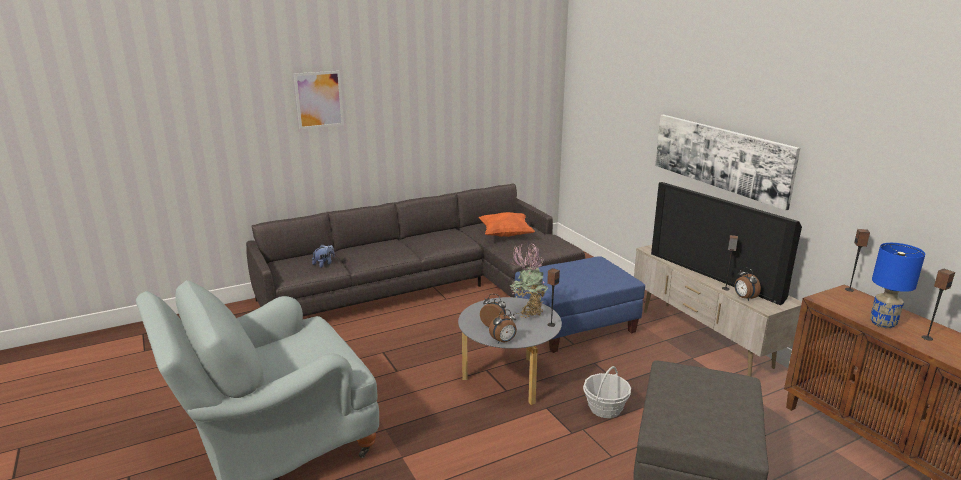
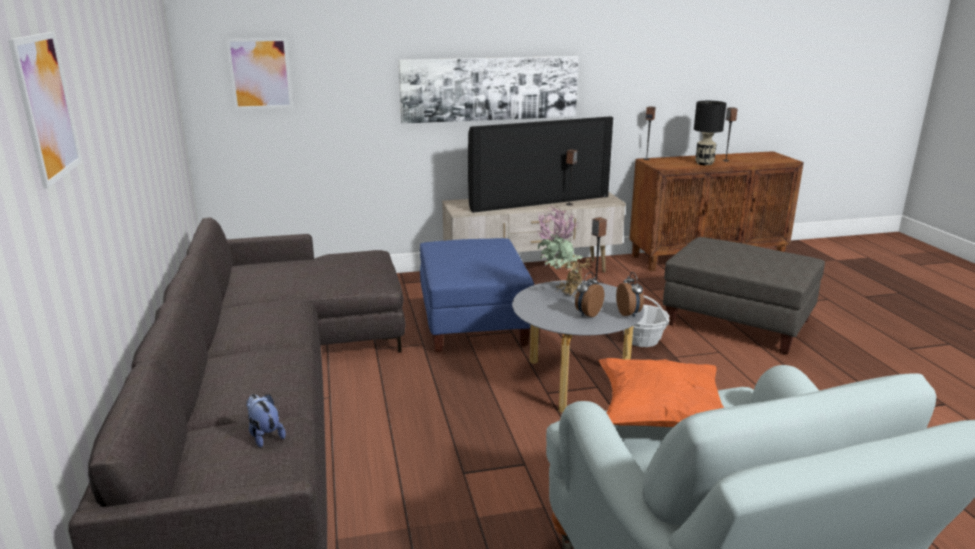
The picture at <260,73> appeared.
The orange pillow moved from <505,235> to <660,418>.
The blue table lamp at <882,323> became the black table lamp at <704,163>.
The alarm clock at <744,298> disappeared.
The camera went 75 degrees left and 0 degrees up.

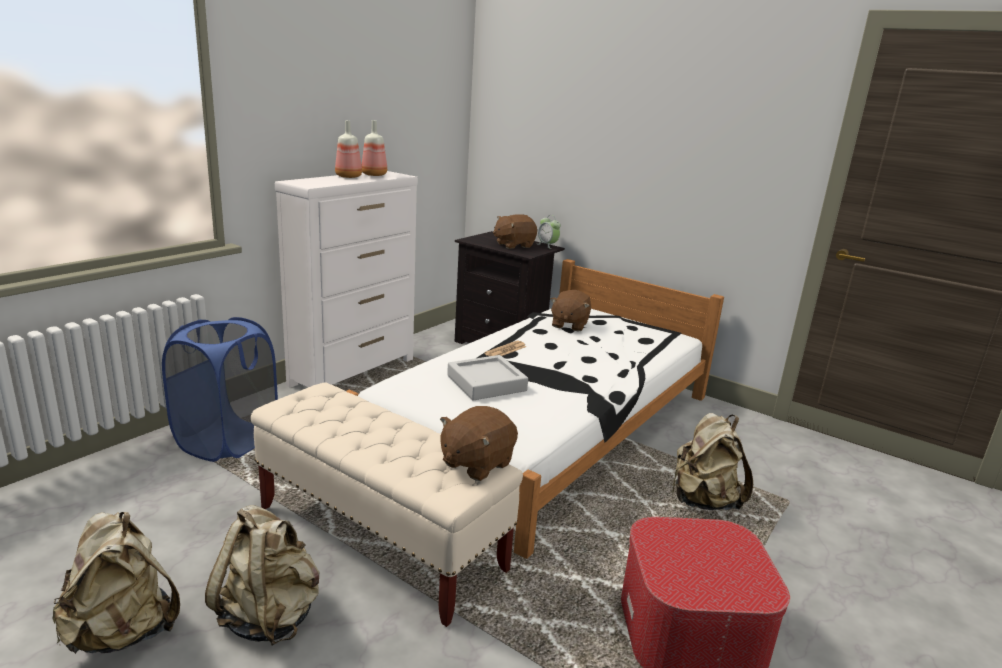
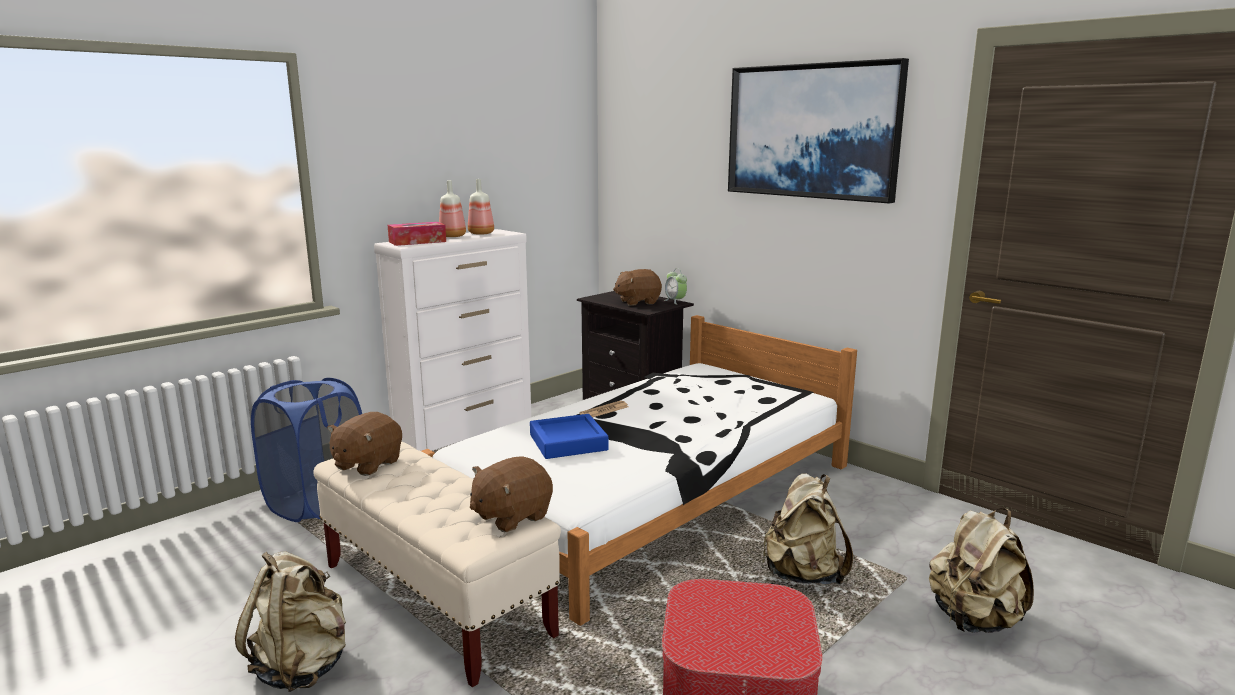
The brown plush toy moved from <569,325> to <367,464>.
The tissue box at <417,242> appeared.
The grey tray at <486,383> became the blue tray at <568,442>.
The picture at <812,131> appeared.
The beige backpack moved from <123,632> to <974,620>.
The camera went 10 degrees right and 5 degrees down.

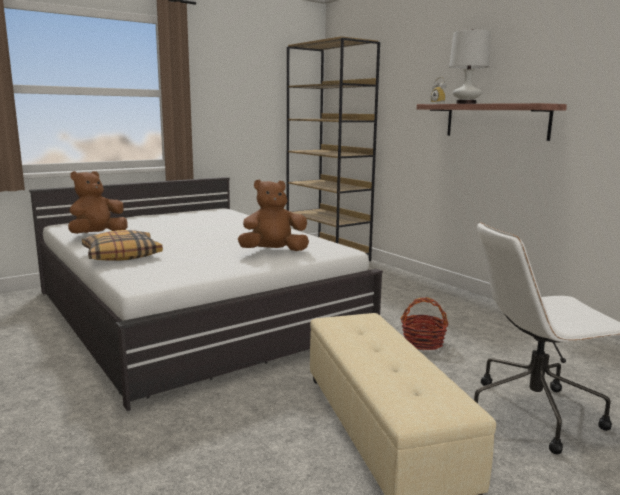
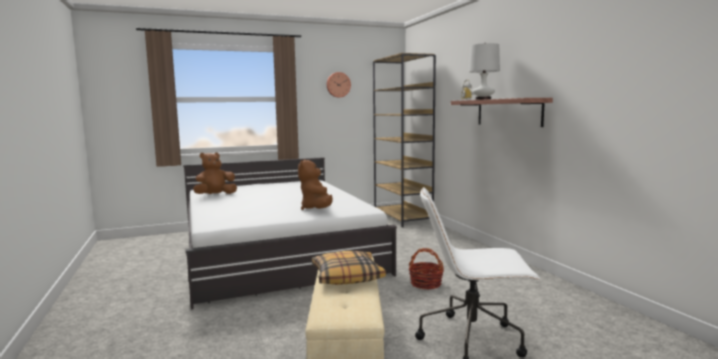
The brown plush toy at <273,251> turned 90 degrees counterclockwise.
The pillow moved from <122,255> to <347,276>.
The wall clock at <338,85> appeared.
The camera went 15 degrees right and 5 degrees down.

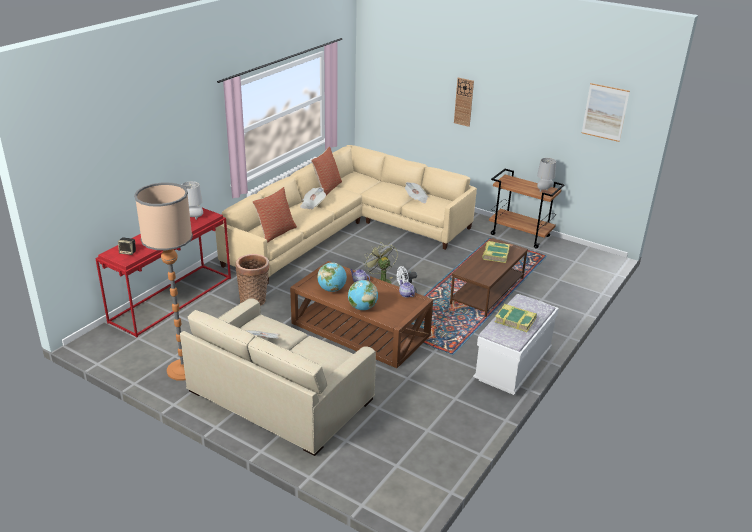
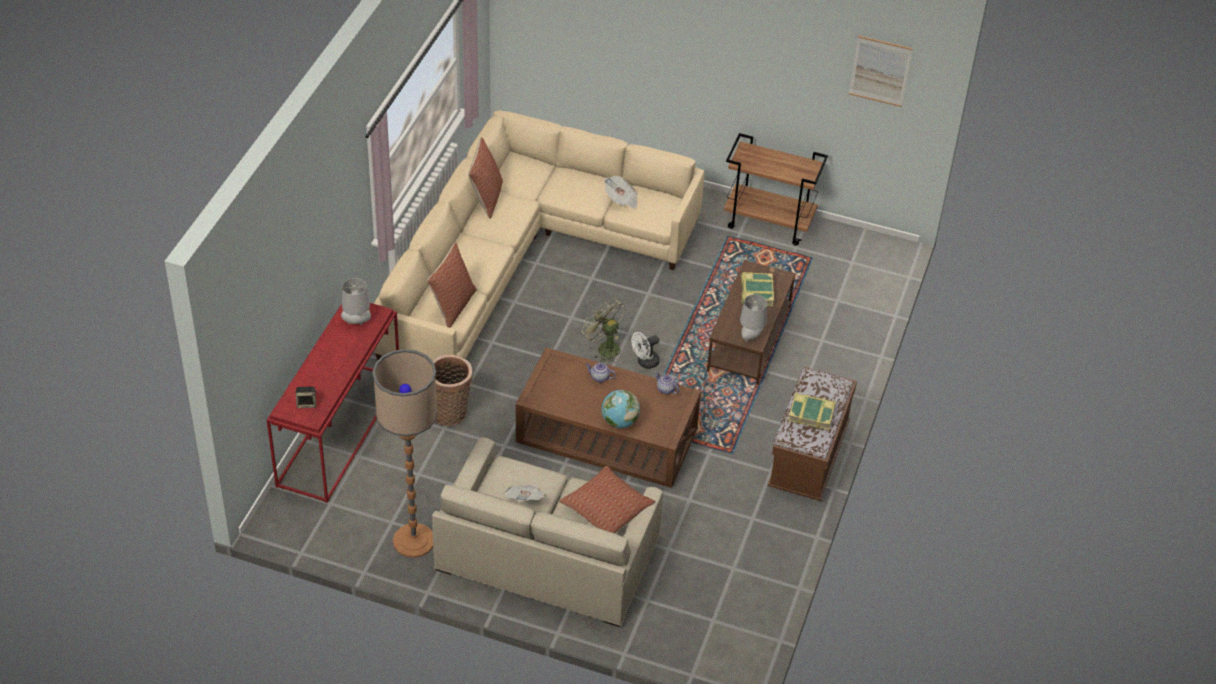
The pillow at <606,509> appeared.
The grey table lamp moved from <543,190> to <751,336>.
The white bench at <513,366> became the brown bench at <808,458>.
The newspaper at <312,205> disappeared.
The globe at <332,289> disappeared.
The wall clock at <464,102> disappeared.
The camera went 15 degrees left and 15 degrees up.

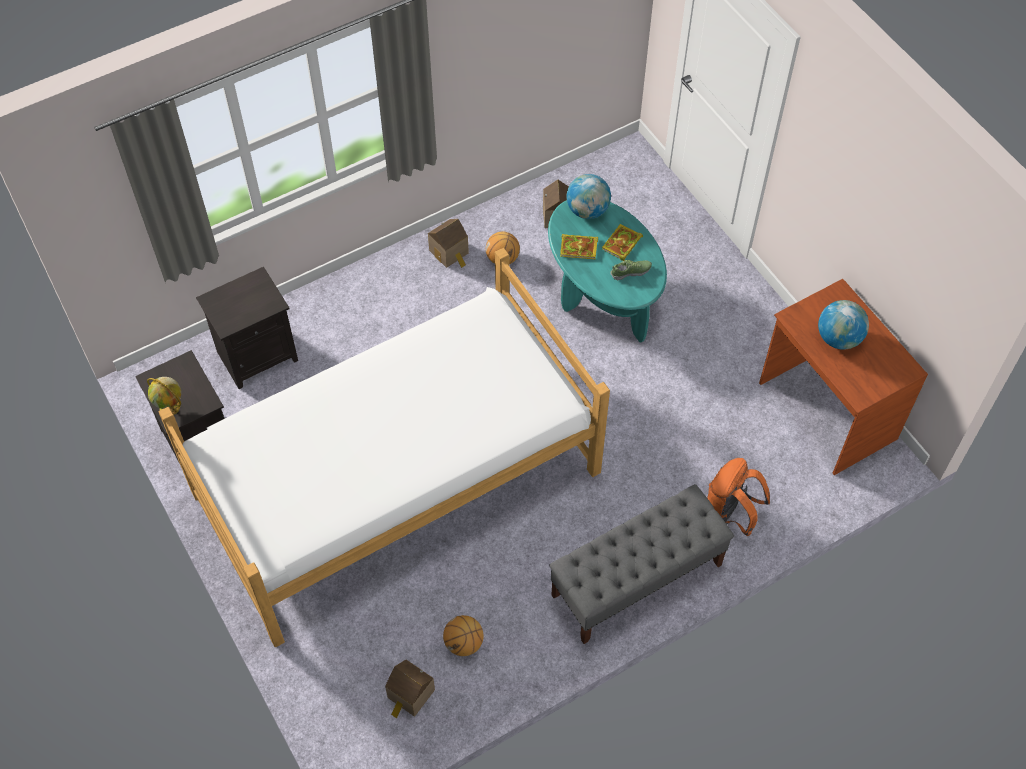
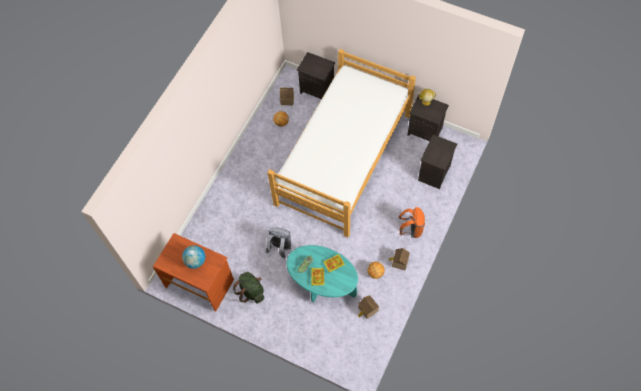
The green backpack at <251,291> appeared.
The grey backpack at <280,248> appeared.
The black nightstand at <317,89> appeared.
The orange backpack moved from <729,515> to <411,229>.
The grey bench at <636,580> disappeared.
The globe at <587,210> disappeared.
The camera went 150 degrees right and 5 degrees up.

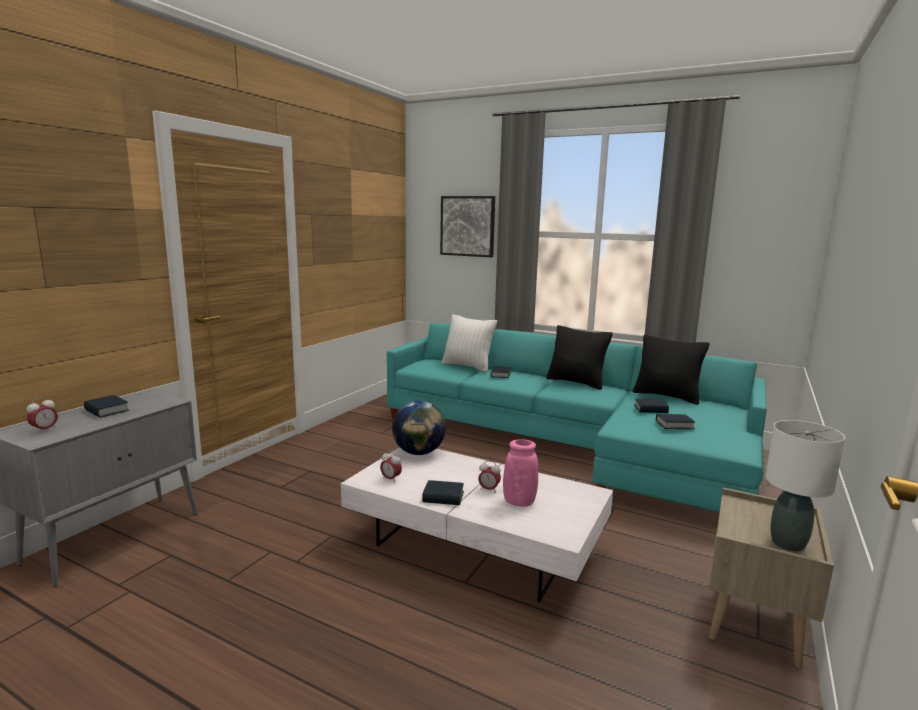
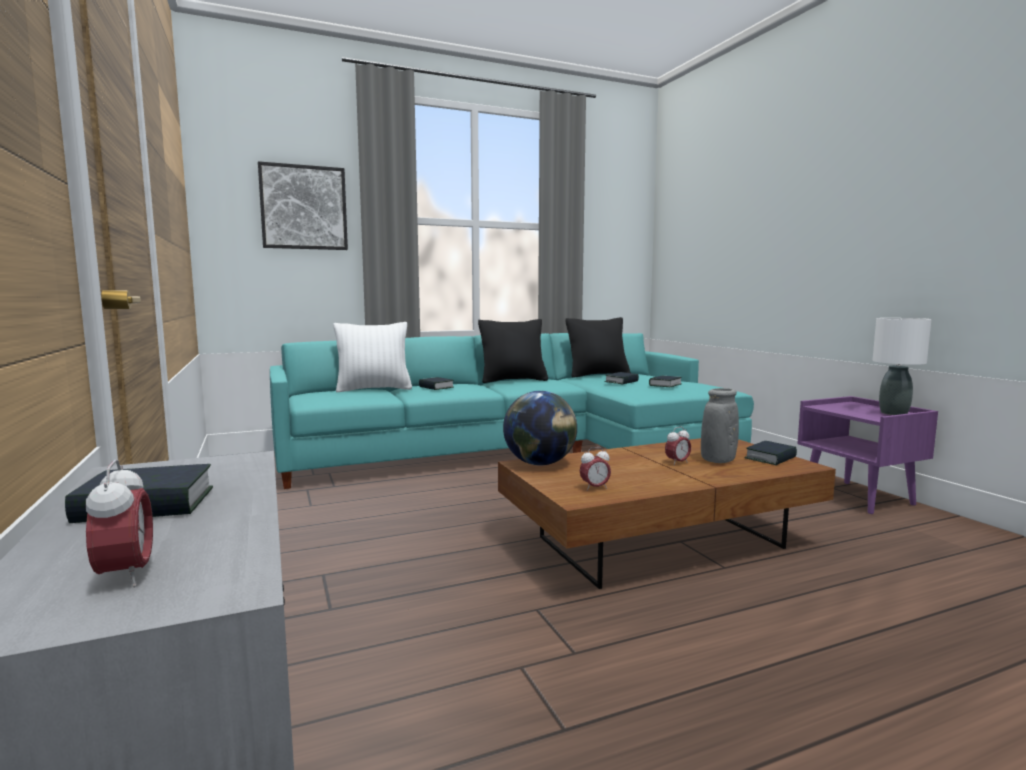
The white coffee table at <475,546> became the brown coffee table at <660,542>.
The pink vase at <519,502> became the grey vase at <717,460>.
The book moved from <443,497> to <770,458>.
The beige nightstand at <755,624> became the purple nightstand at <859,497>.
The camera went 50 degrees left and 5 degrees down.

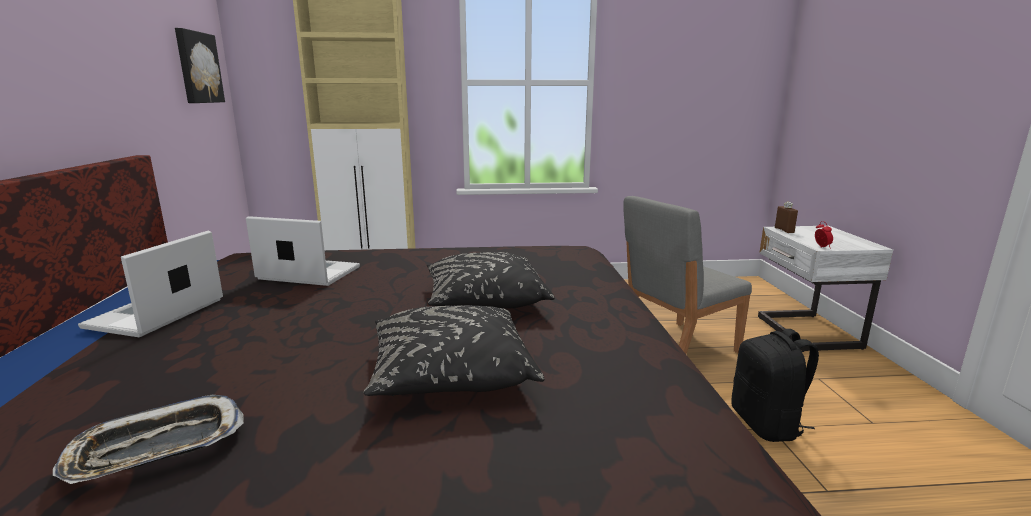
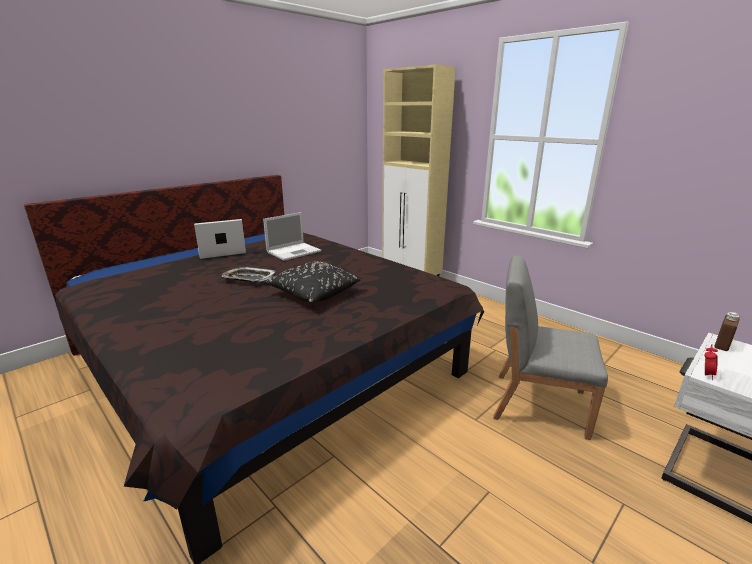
The tray moved from <156,447> to <249,278>.
The laptop at <307,273> turned 75 degrees clockwise.
The picture at <198,67> disappeared.
The black pillow at <450,374> disappeared.
The black backpack at <767,424> disappeared.
The camera went 50 degrees right and 5 degrees up.

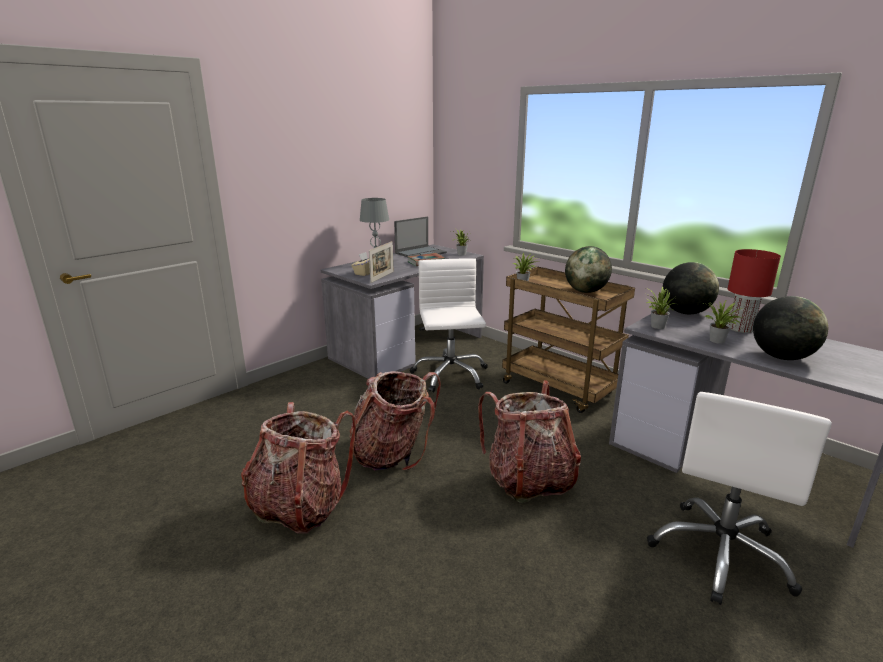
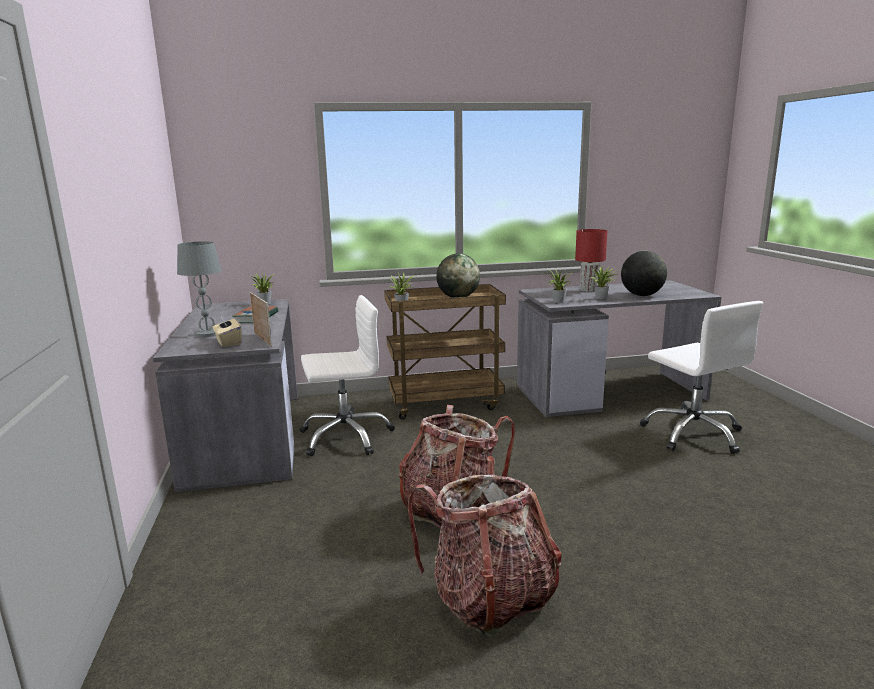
The white office chair at <450,375> turned 135 degrees clockwise.
The laptop at <421,253> disappeared.
The backpack at <529,480> disappeared.
The globe at <685,313> disappeared.
The camera went 55 degrees left and 5 degrees down.

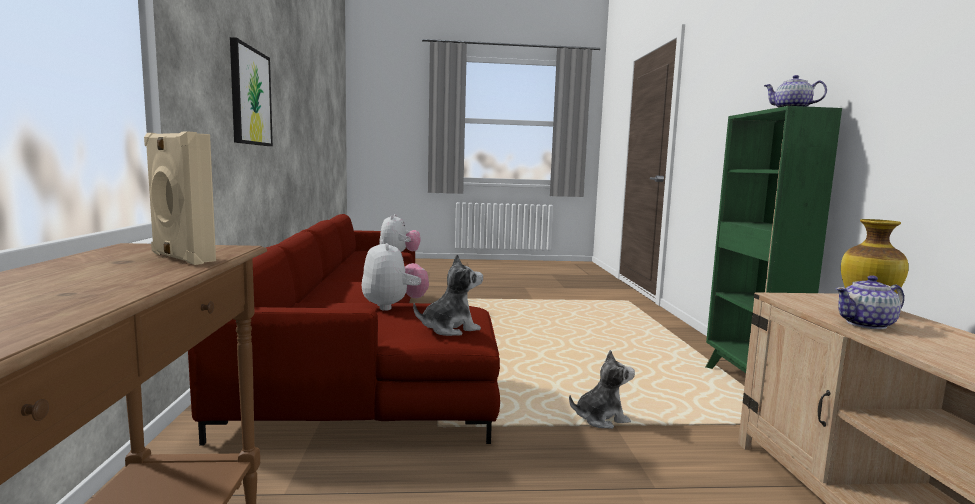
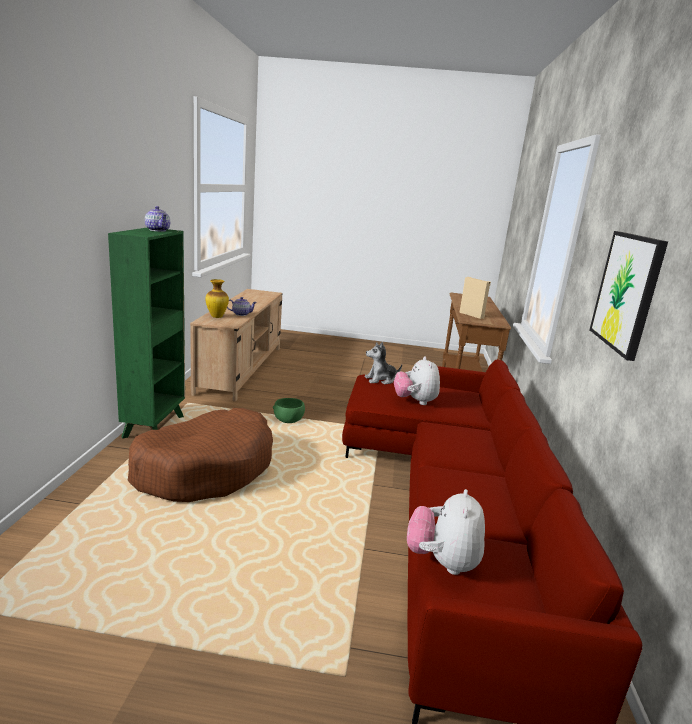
The brown dog bed at <205,468> appeared.
The plush toy at <601,418> was replaced by the green bowl at <288,421>.
The camera went 170 degrees left and 10 degrees up.

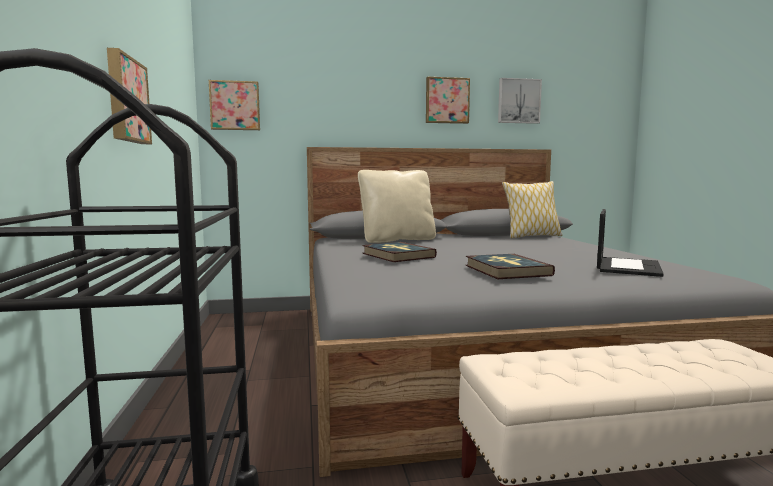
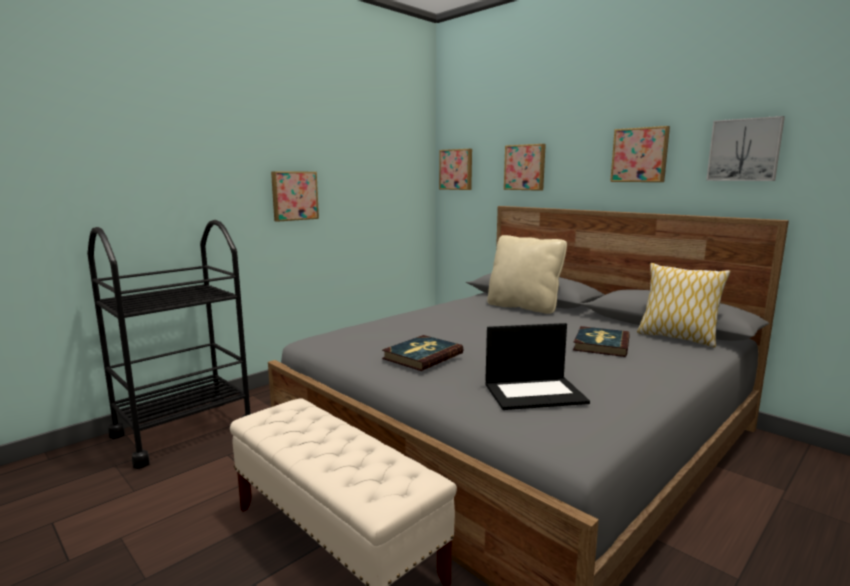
The picture at <525,167> appeared.
The book moved from <397,255> to <601,344>.
The camera went 55 degrees right and 5 degrees up.

